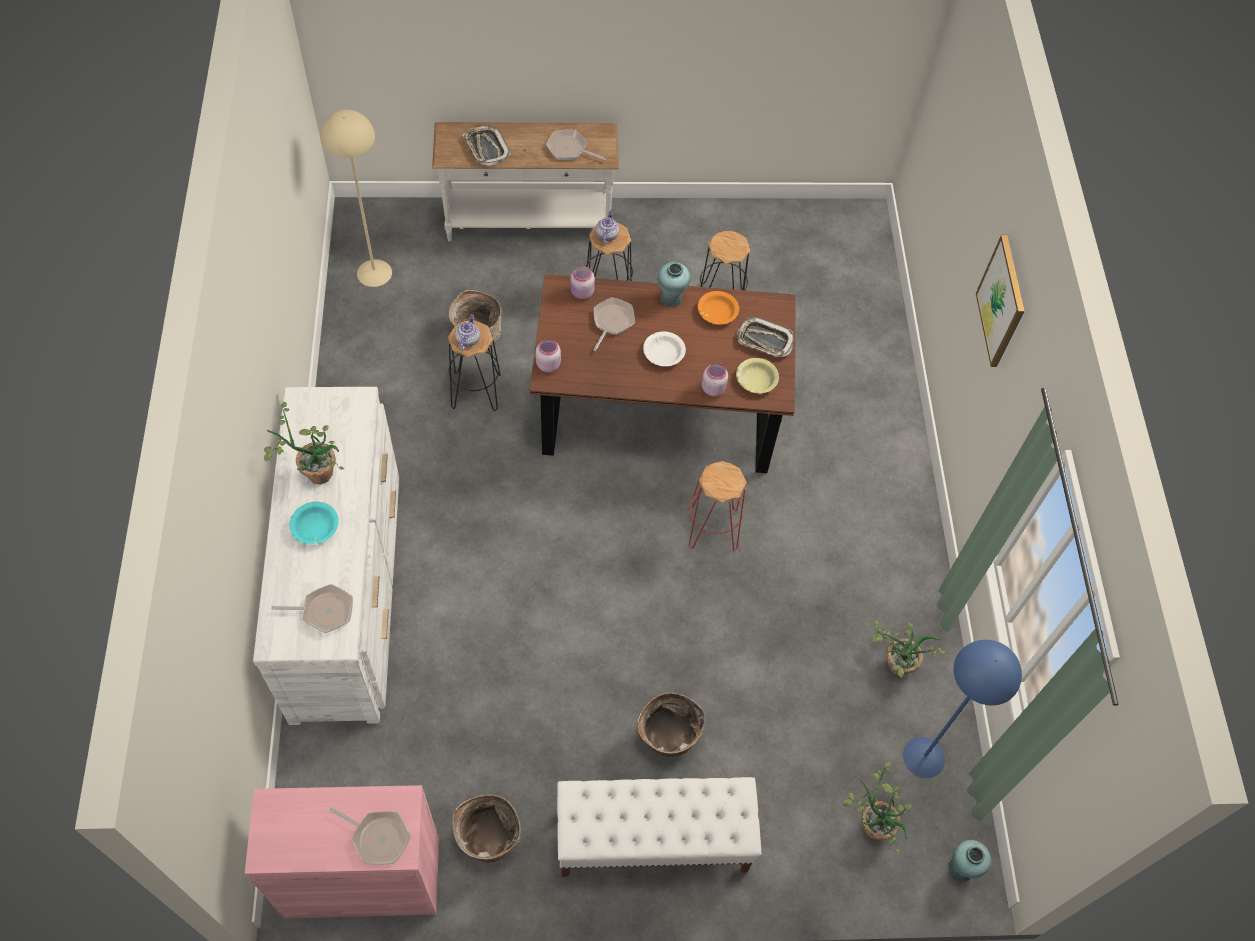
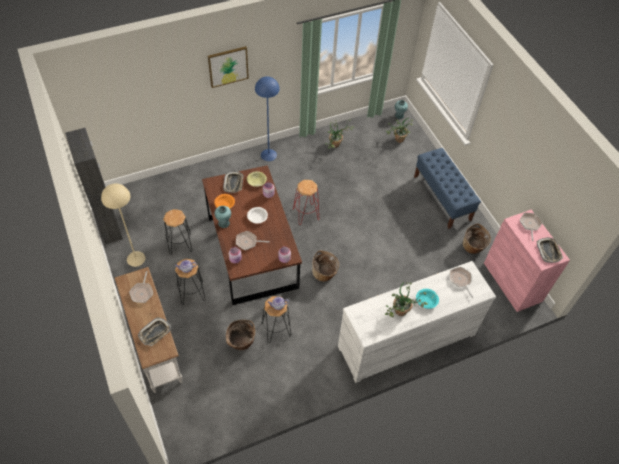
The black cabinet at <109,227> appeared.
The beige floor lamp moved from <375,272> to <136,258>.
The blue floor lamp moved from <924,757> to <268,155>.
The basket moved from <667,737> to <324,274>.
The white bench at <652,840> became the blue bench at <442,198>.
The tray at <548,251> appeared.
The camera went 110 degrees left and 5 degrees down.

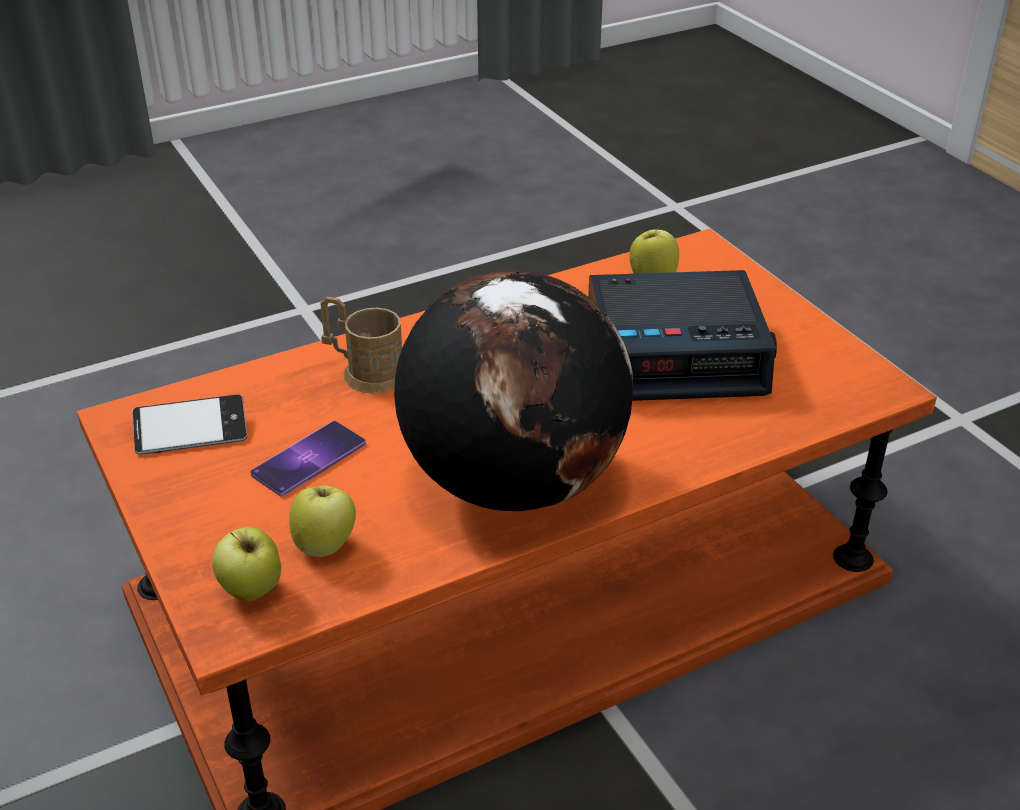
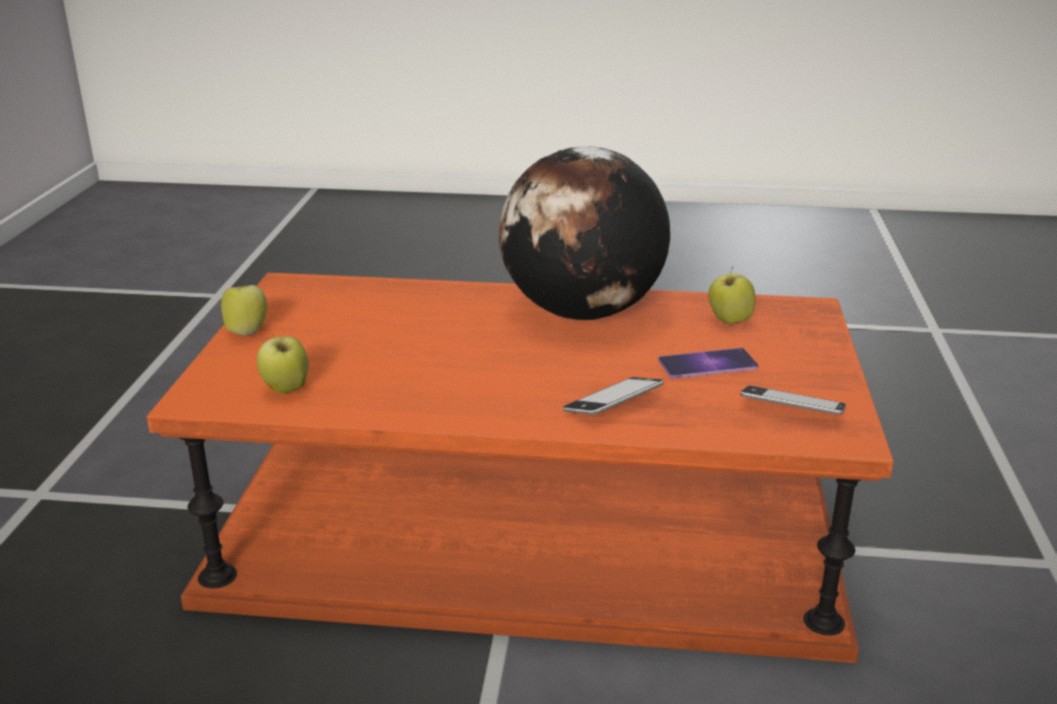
The apple moved from <251,592> to <247,331>.
The brown mug at <366,372> was replaced by the phone at <613,404>.
The alarm clock at <677,353> disappeared.
The camera went 145 degrees left and 10 degrees down.

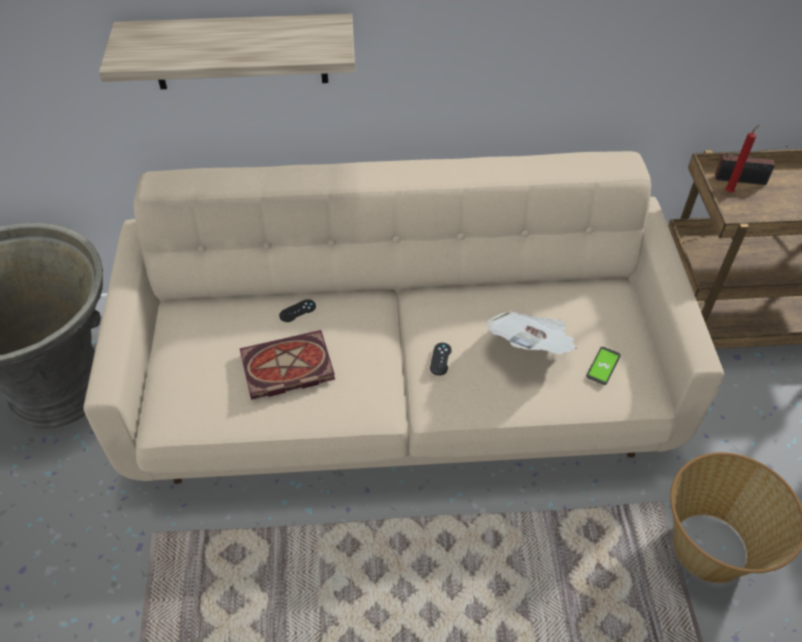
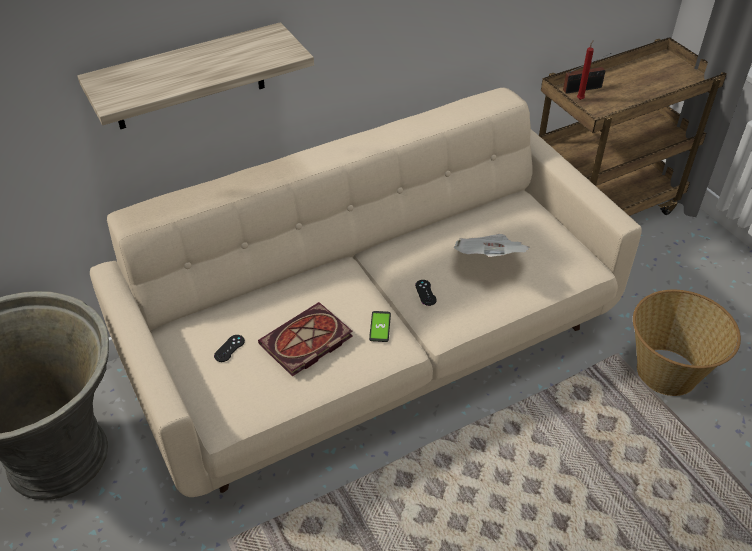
The black game controller moved from <297,311> to <229,348>.
The phone moved from <603,366> to <380,327>.
The camera went 25 degrees left and 5 degrees down.

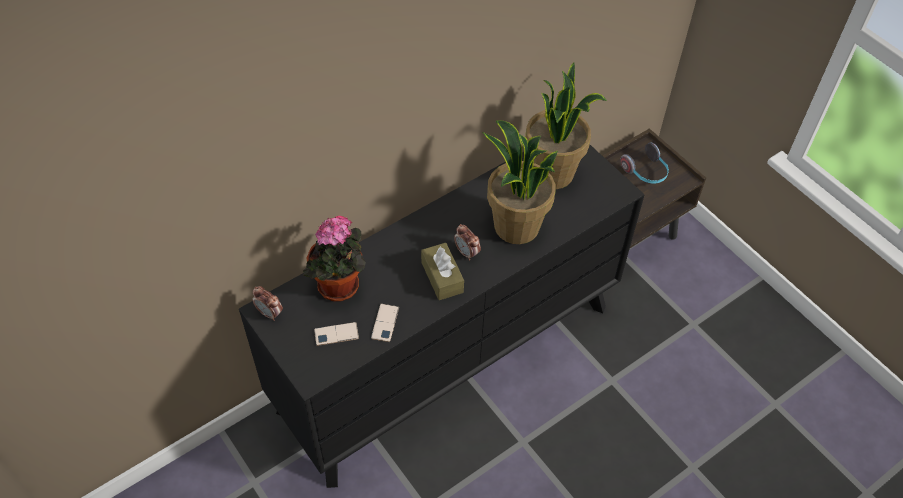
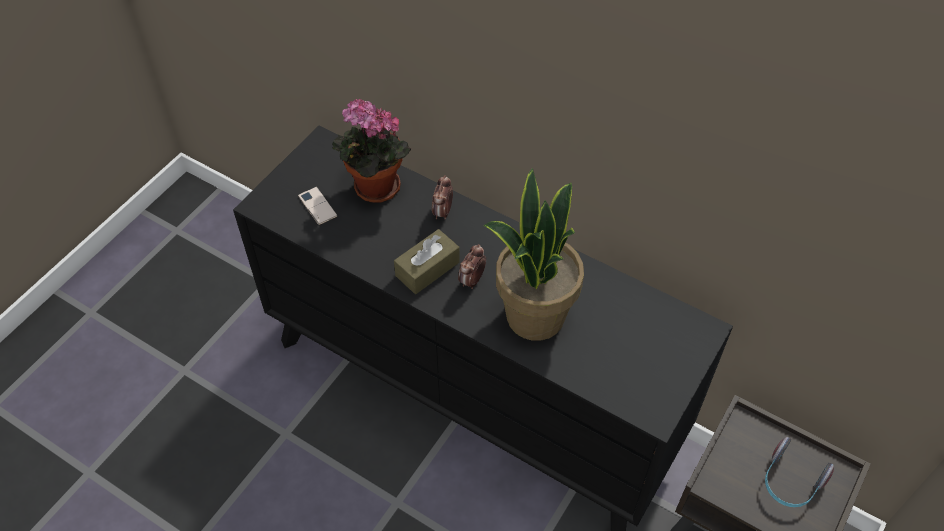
The alarm clock moved from <270,313> to <443,212>.
The phone at <385,323> disappeared.
The potted plant at <553,173> disappeared.
The camera went 70 degrees right and 0 degrees up.

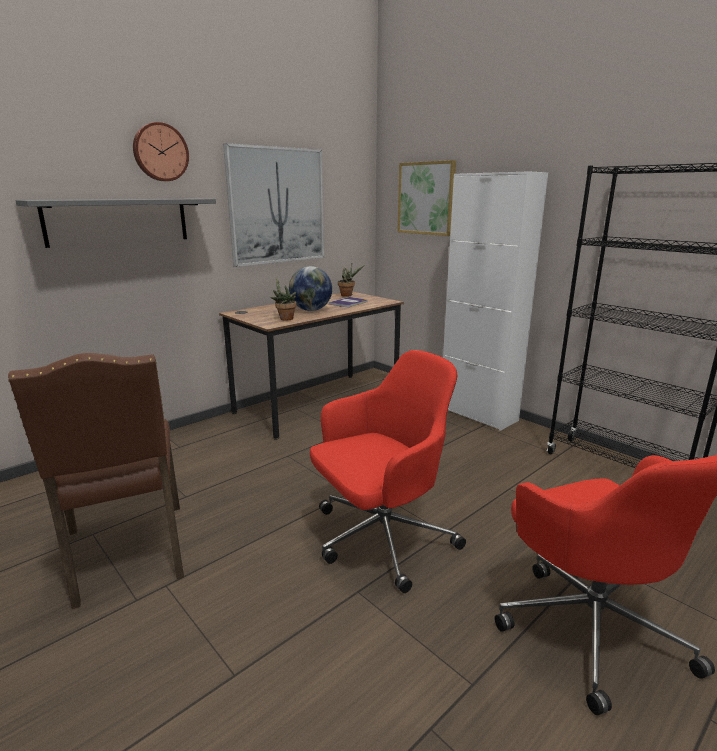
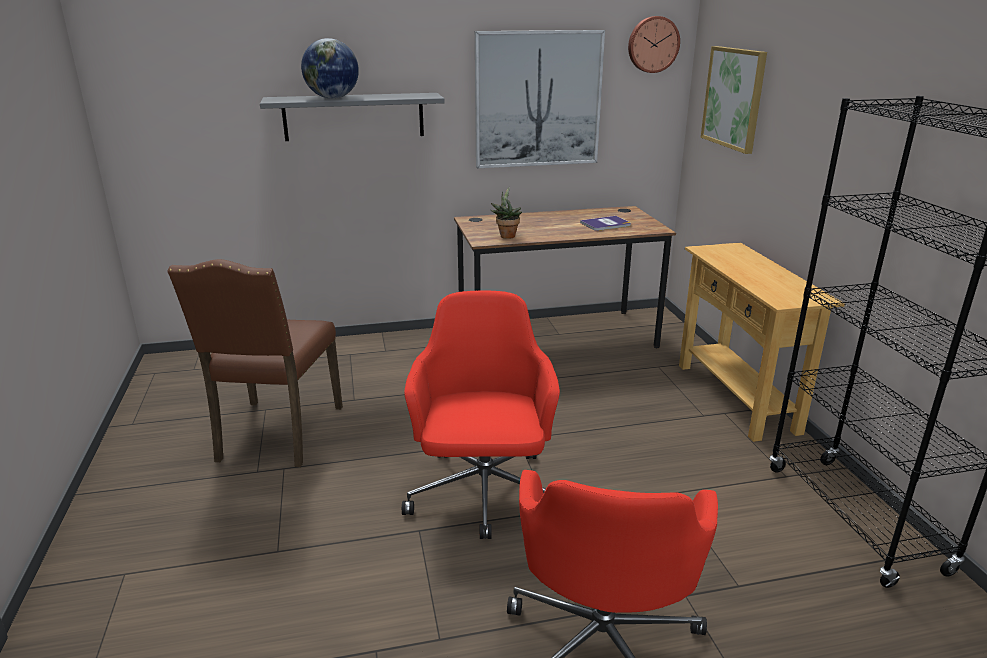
The globe moved from <311,310> to <332,98>.
The red office chair at <381,538> turned 90 degrees counterclockwise.
The wall clock moved from <160,152> to <652,44>.
The white cabinet at <478,414> was replaced by the beige console table at <736,397>.
The potted plant at <348,295> disappeared.
The camera went 30 degrees right and 5 degrees up.

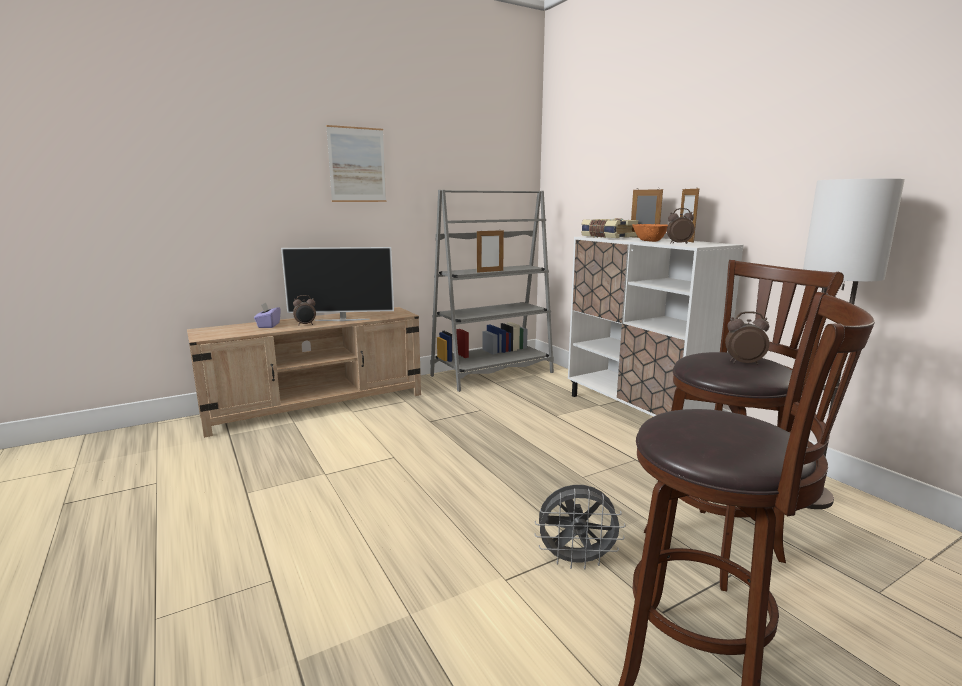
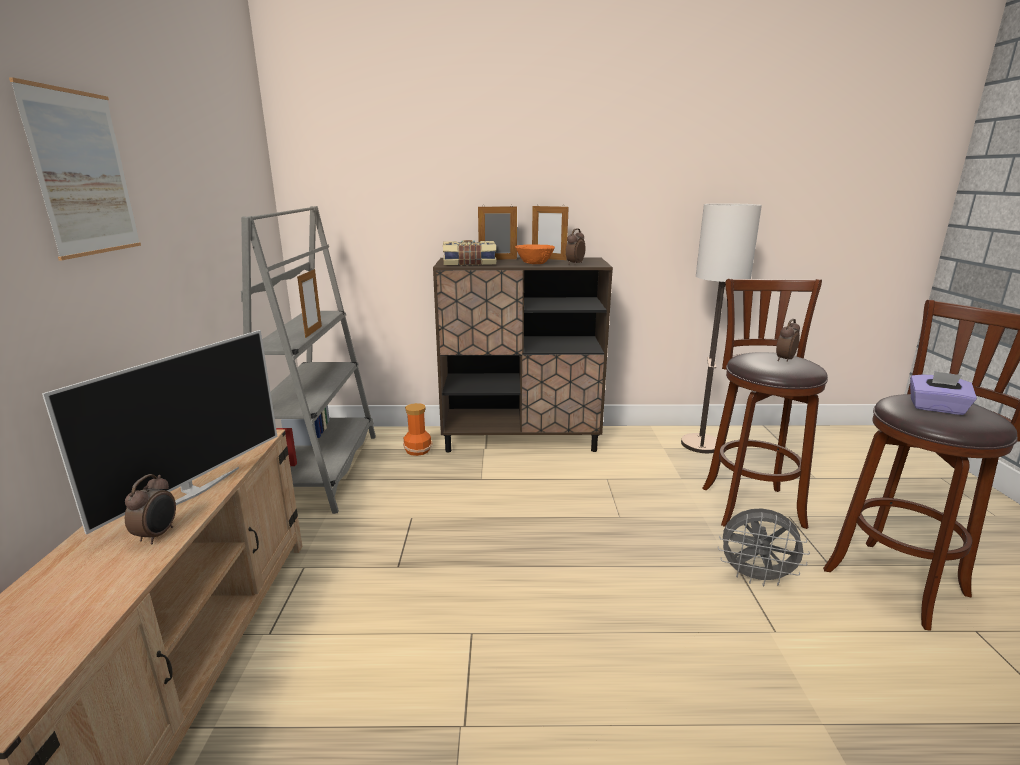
The vase at <417,450> appeared.
The white cabinet at <637,412> became the brown cabinet at <521,439>.
The grey fan at <576,561> turned 75 degrees clockwise.
The purple tissue box moved from <268,325> to <936,408>.
The camera went 60 degrees left and 5 degrees up.

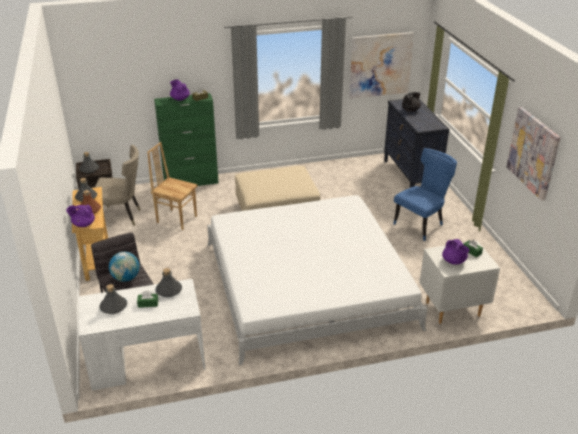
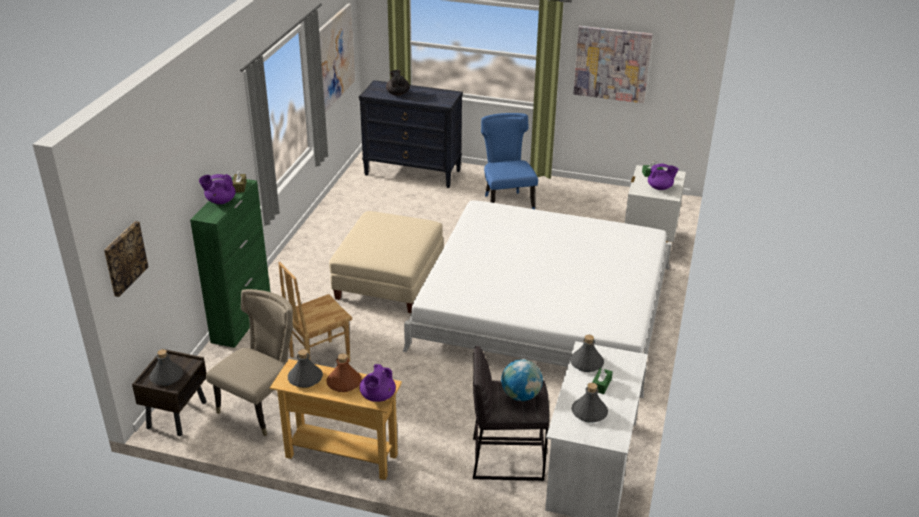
The picture at <124,258> appeared.
The camera went 60 degrees left and 0 degrees up.

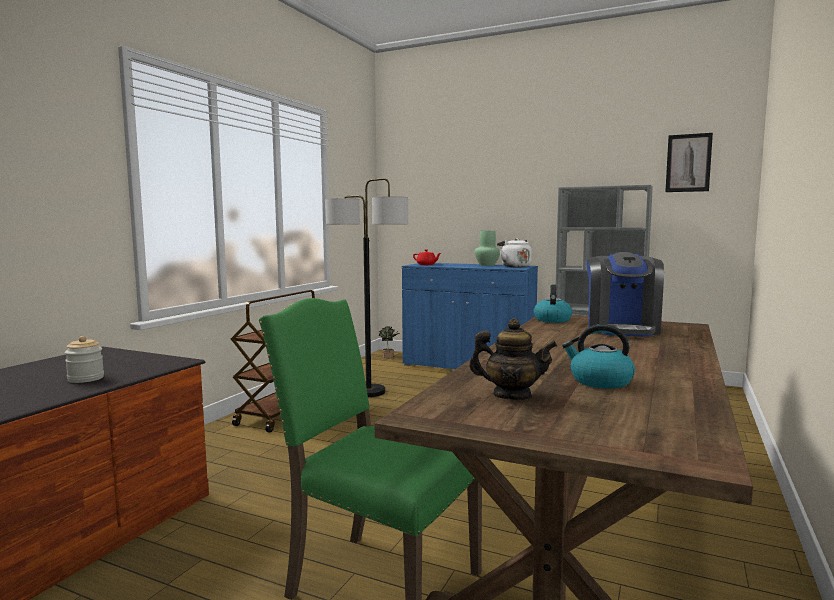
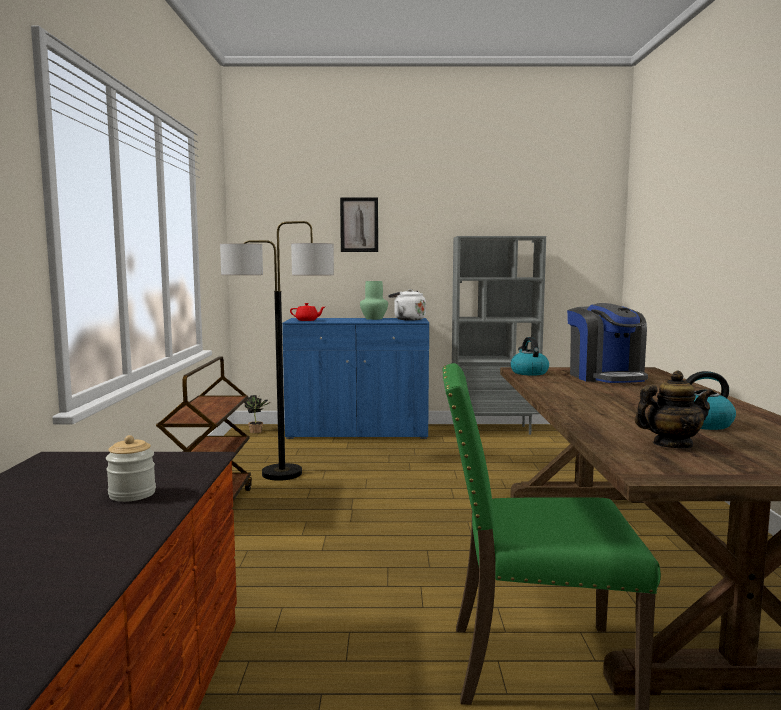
The picture moved from <688,163> to <359,225>.
The camera went 25 degrees left and 0 degrees up.

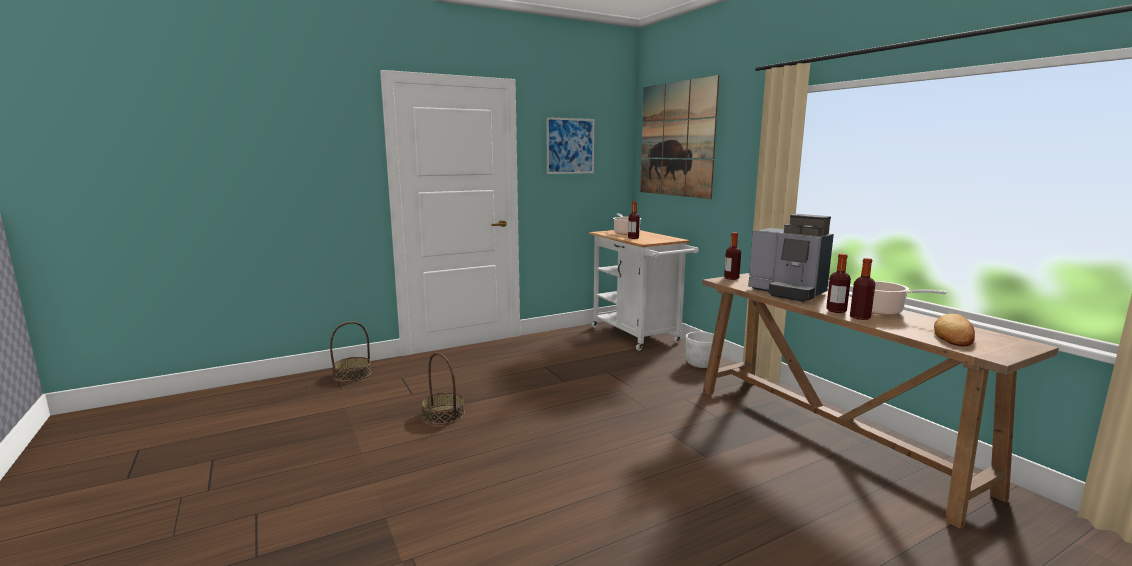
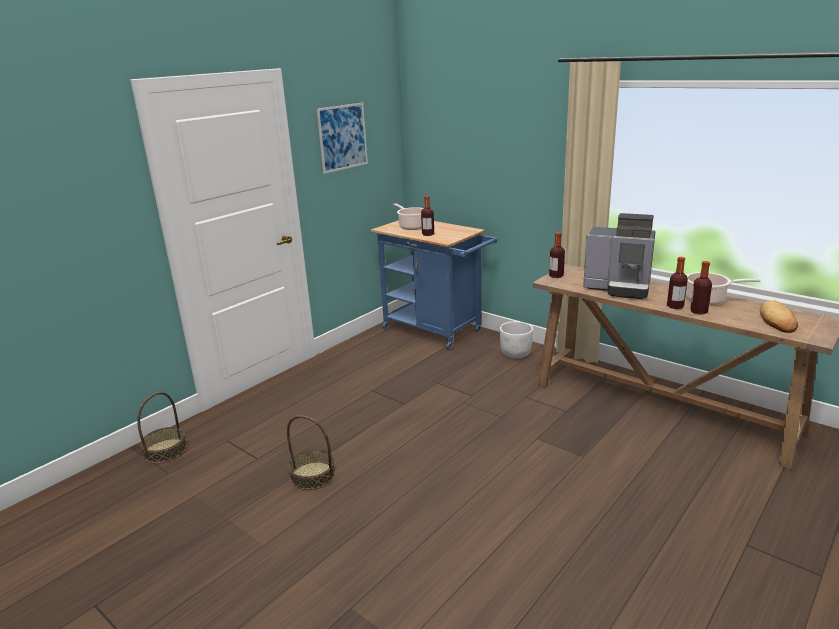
The white cart at <638,336> became the blue cart at <437,331>.
The picture at <676,139> disappeared.
The camera went 20 degrees left and 10 degrees up.

